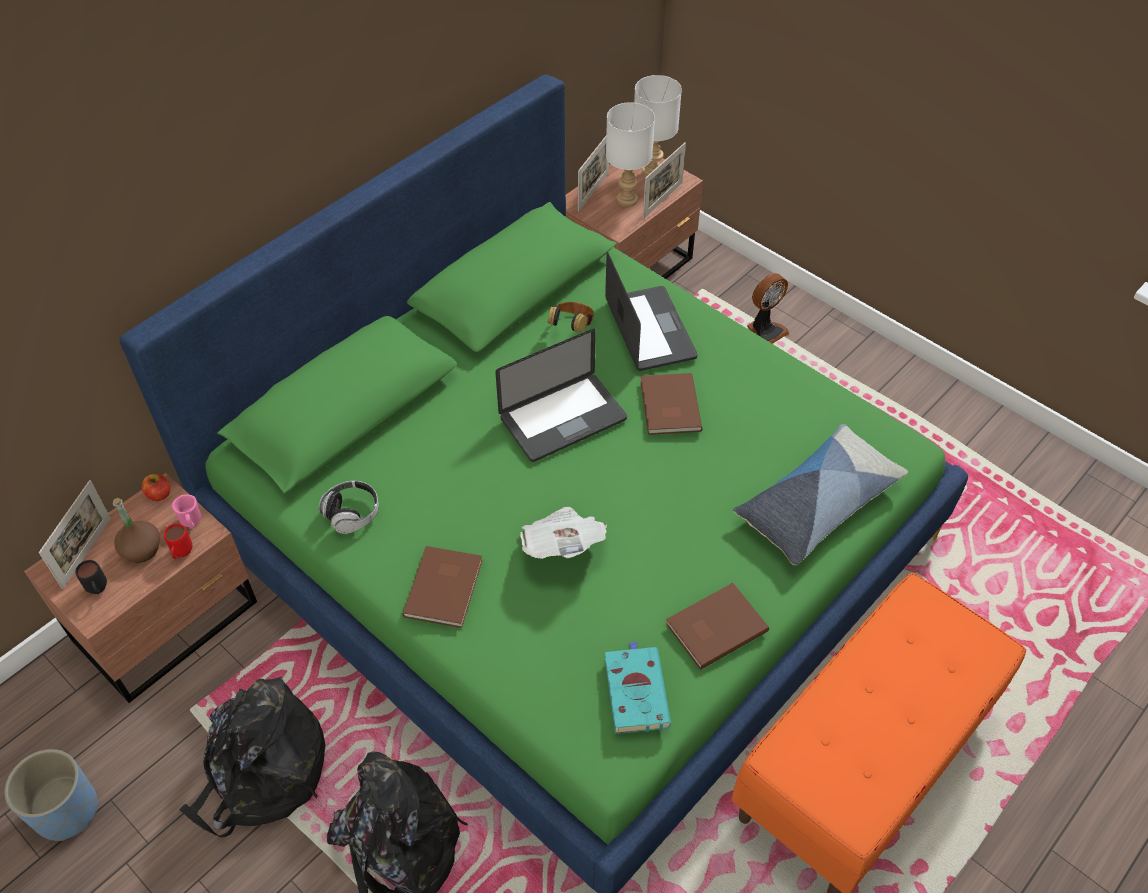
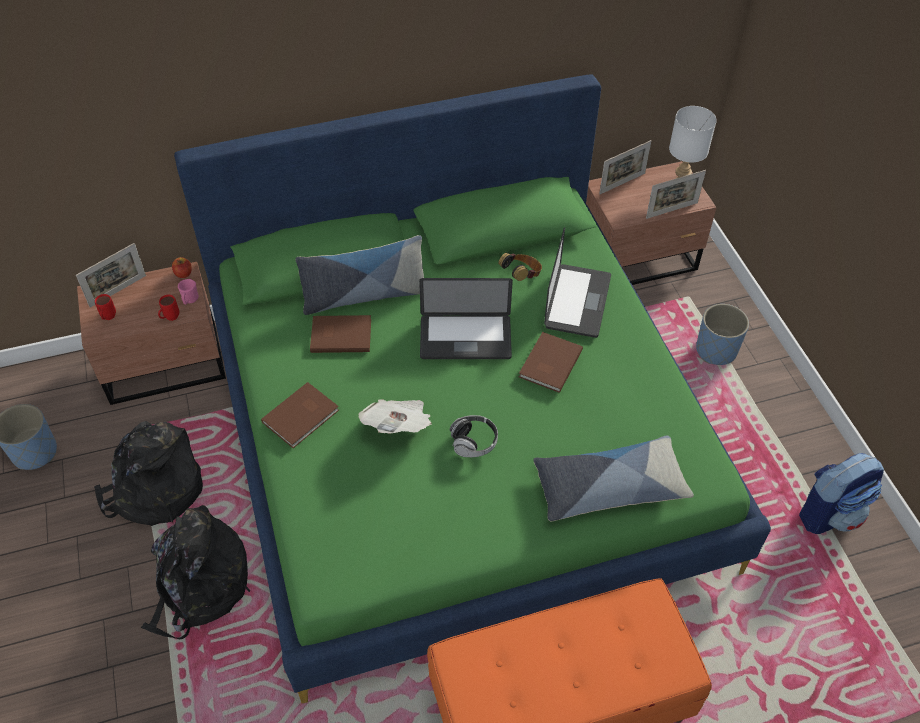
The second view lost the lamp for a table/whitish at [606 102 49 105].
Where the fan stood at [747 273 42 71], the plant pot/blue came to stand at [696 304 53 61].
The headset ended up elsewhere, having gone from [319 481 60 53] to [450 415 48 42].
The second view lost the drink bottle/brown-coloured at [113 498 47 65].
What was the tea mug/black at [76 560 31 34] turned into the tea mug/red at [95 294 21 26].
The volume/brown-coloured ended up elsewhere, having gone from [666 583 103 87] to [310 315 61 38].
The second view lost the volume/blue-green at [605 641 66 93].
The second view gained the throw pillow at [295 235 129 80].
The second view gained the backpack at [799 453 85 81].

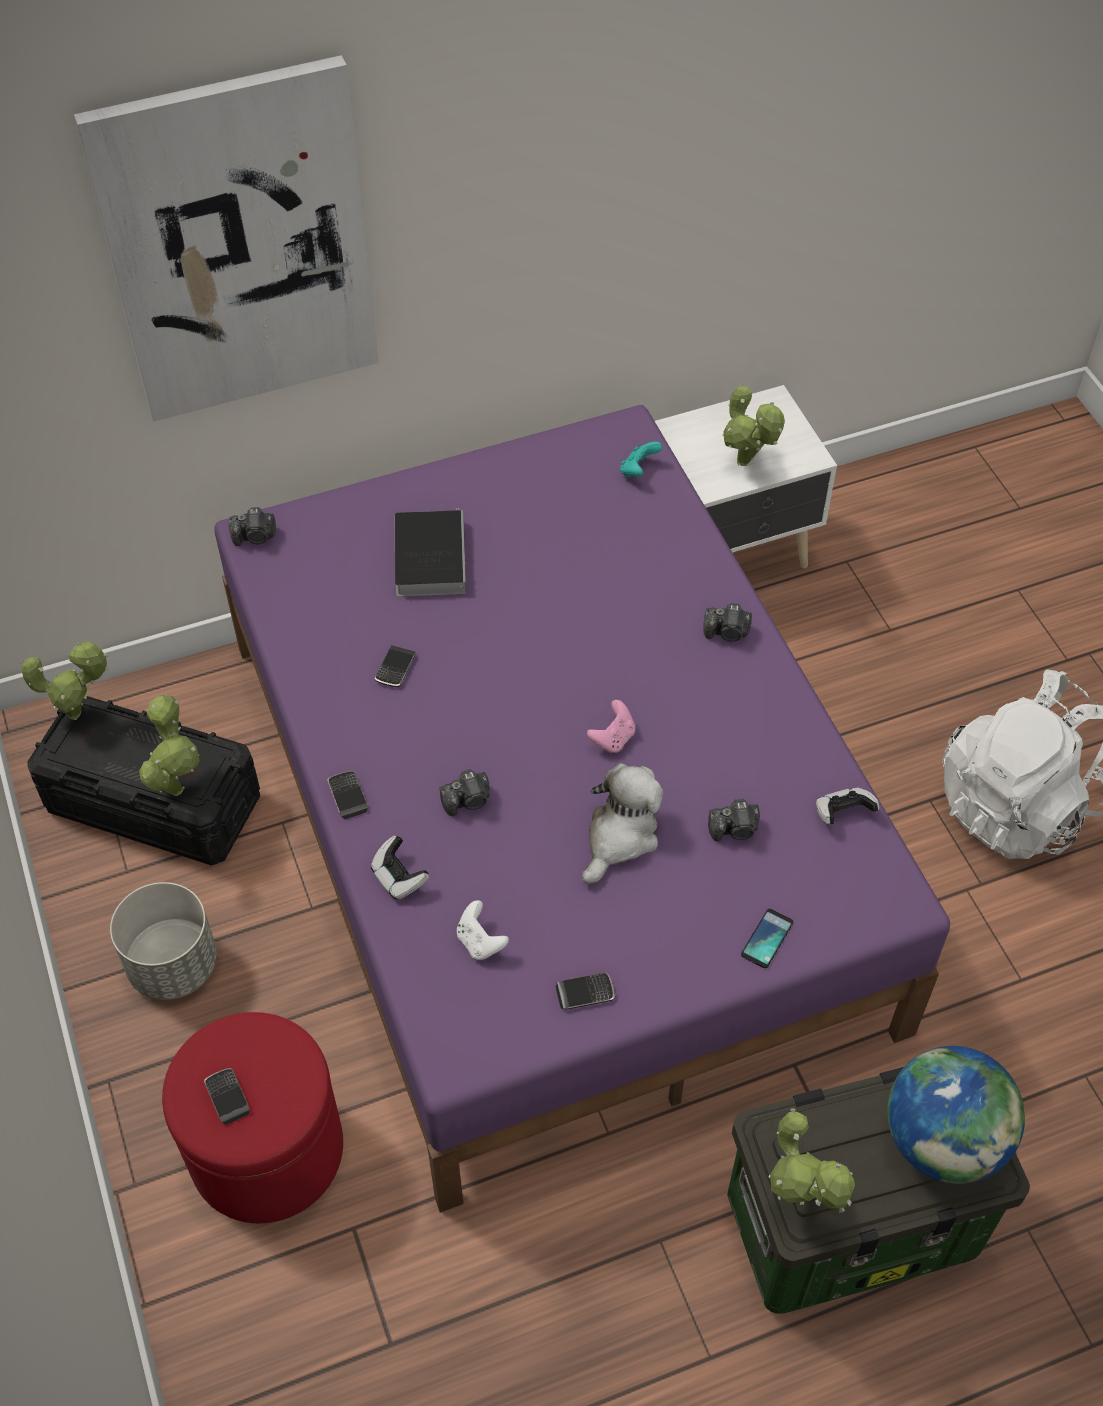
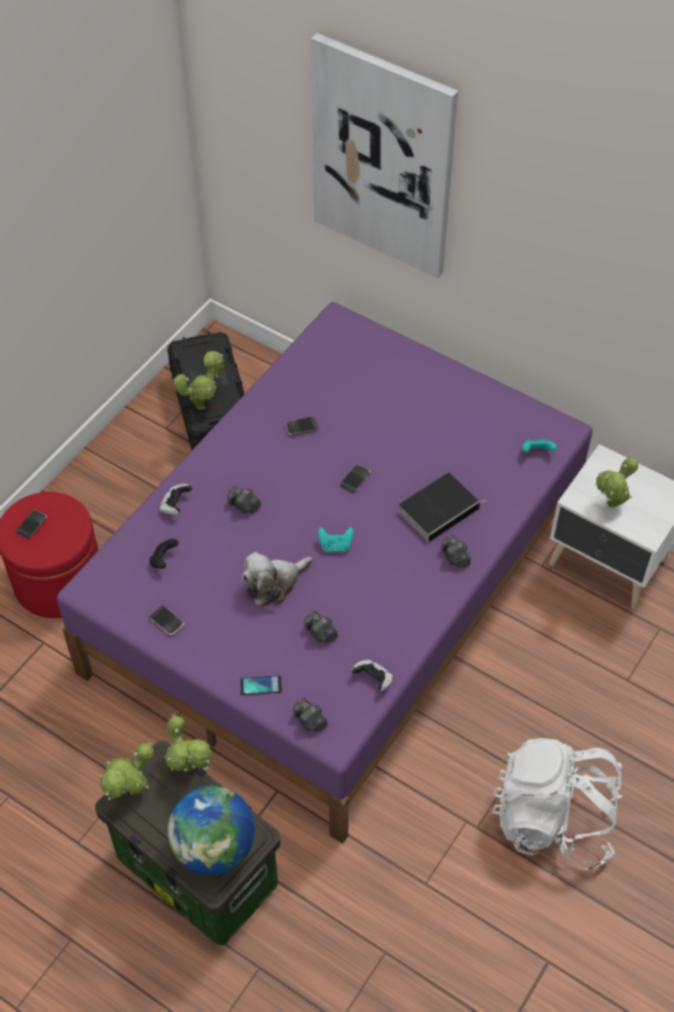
The photo camera ended up elsewhere, having gone from [229 507 47 39] to [293 698 35 34].
The volume ended up elsewhere, having gone from [395 508 71 89] to [399 472 87 70].
The plant in a pot ended up elsewhere, having gone from [20 642 89 78] to [165 714 46 58].
What was the gamepad/pinkish at [587 700 48 53] turned into the gamepad/blue-green at [318 527 36 25].
The cuddly toy at [582 763 81 121] ended up facing another way, 150 degrees clockwise from before.
The telephone ended up elsewhere, having gone from [328 771 40 48] to [340 465 30 28].
The second view lost the plant pot/grey at [110 882 107 118].
What was the gamepad/whitish at [457 900 52 60] turned into the gamepad/black at [149 539 30 30].

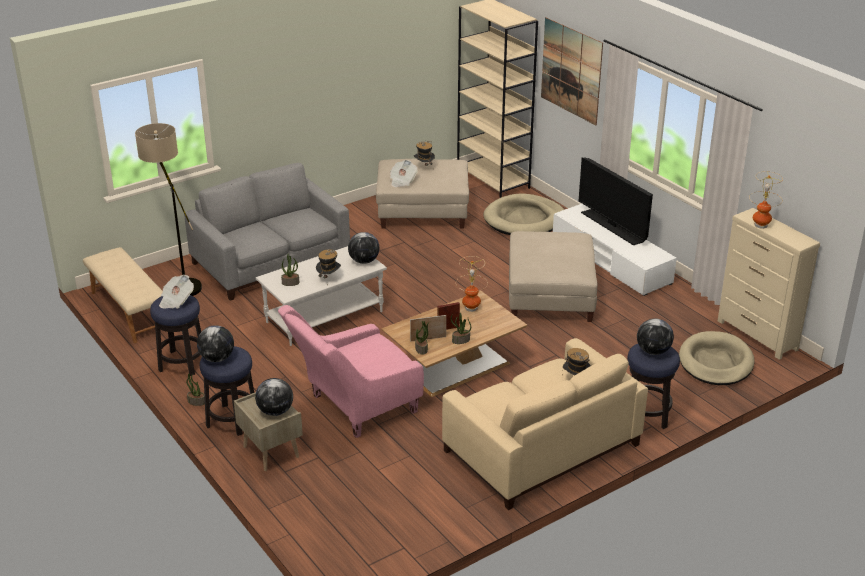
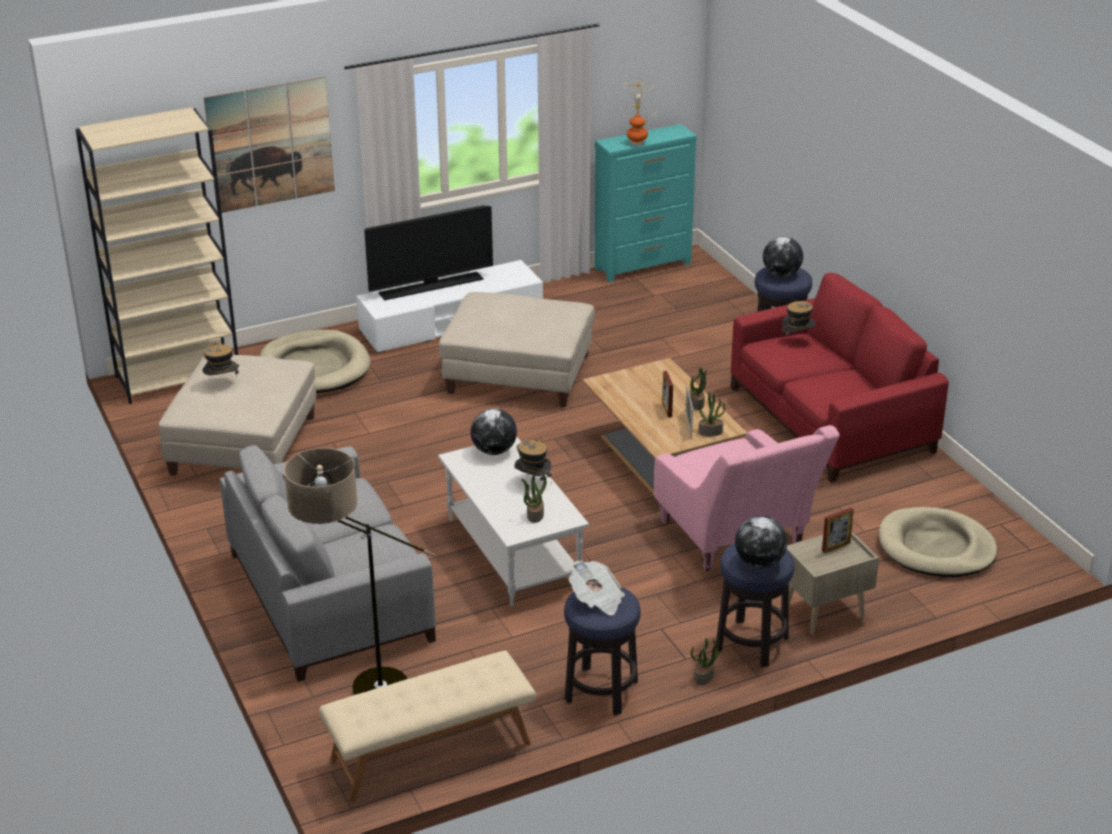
The second view lost the daily paper at [390 160 28 27].
What was the dresser/beige at [718 208 102 152] turned into the dresser/blue-green at [595 124 102 158].
The second view lost the lamp for a table at [456 256 32 56].
The dog cushion/beige ended up elsewhere, having gone from [679 331 75 54] to [879 507 119 70].
What was the couch/beige at [442 338 206 172] turned into the couch/red at [731 273 218 210].
Where the world globe stood at [255 378 38 38], the standing frame came to stand at [822 507 32 46].

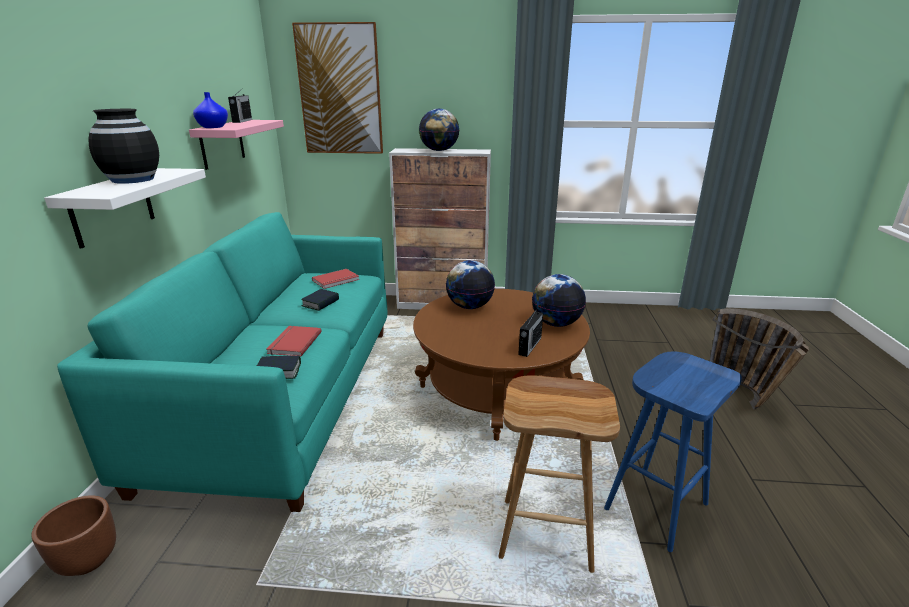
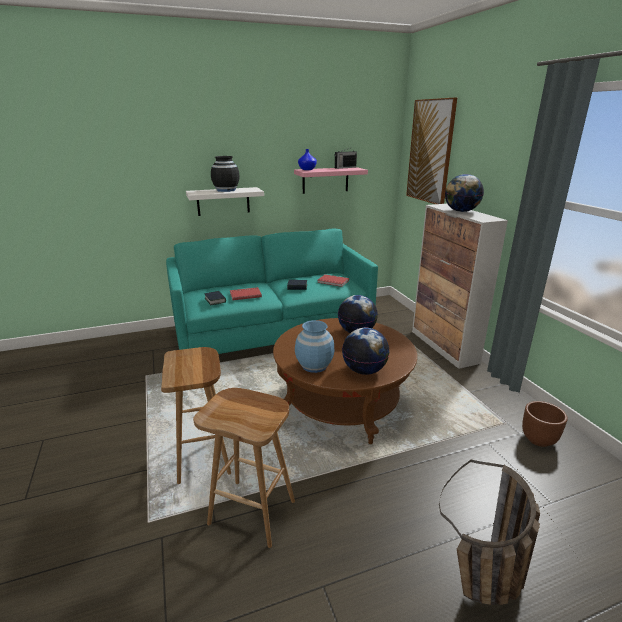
Where the radio stood at [518 309 25 48], the decorative vase/blue came to stand at [295 320 39 53].
What was the stool seat/blue at [604 352 138 200] turned into the stool seat/brown-coloured at [193 388 102 160].
The plant pot/brown-coloured ended up elsewhere, having gone from [31 495 85 81] to [522 401 46 46].

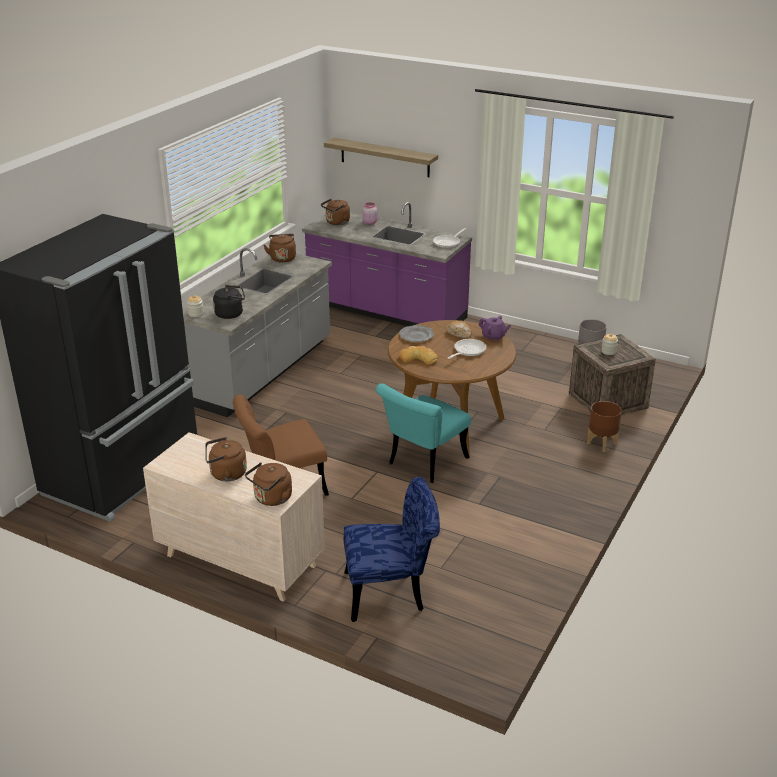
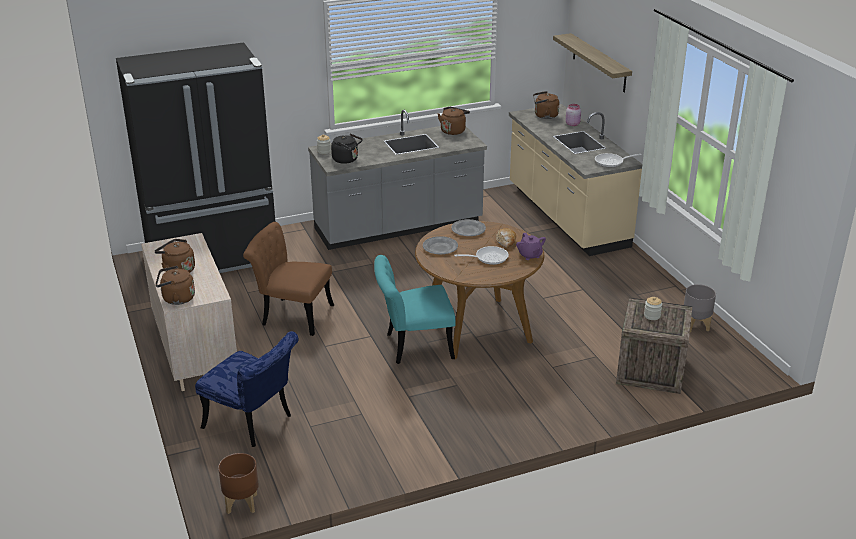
What was the kitchen base unit/purplish at [302 202 170 124] turned into the kitchen base unit/beige at [509 104 133 152].
Where the bakery bread stood at [399 346 39 19], the dinner plate/grey came to stand at [423 236 35 18].
The plant pot/brown-coloured ended up elsewhere, having gone from [587 401 35 51] to [218 453 41 61].

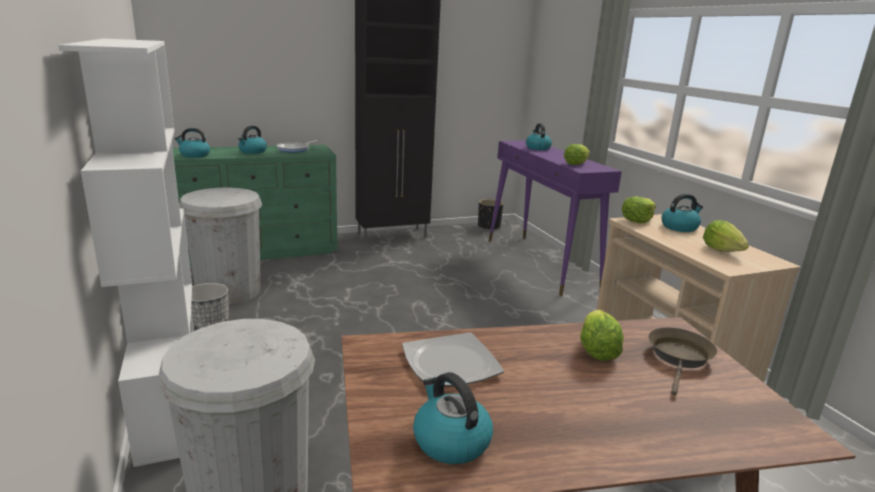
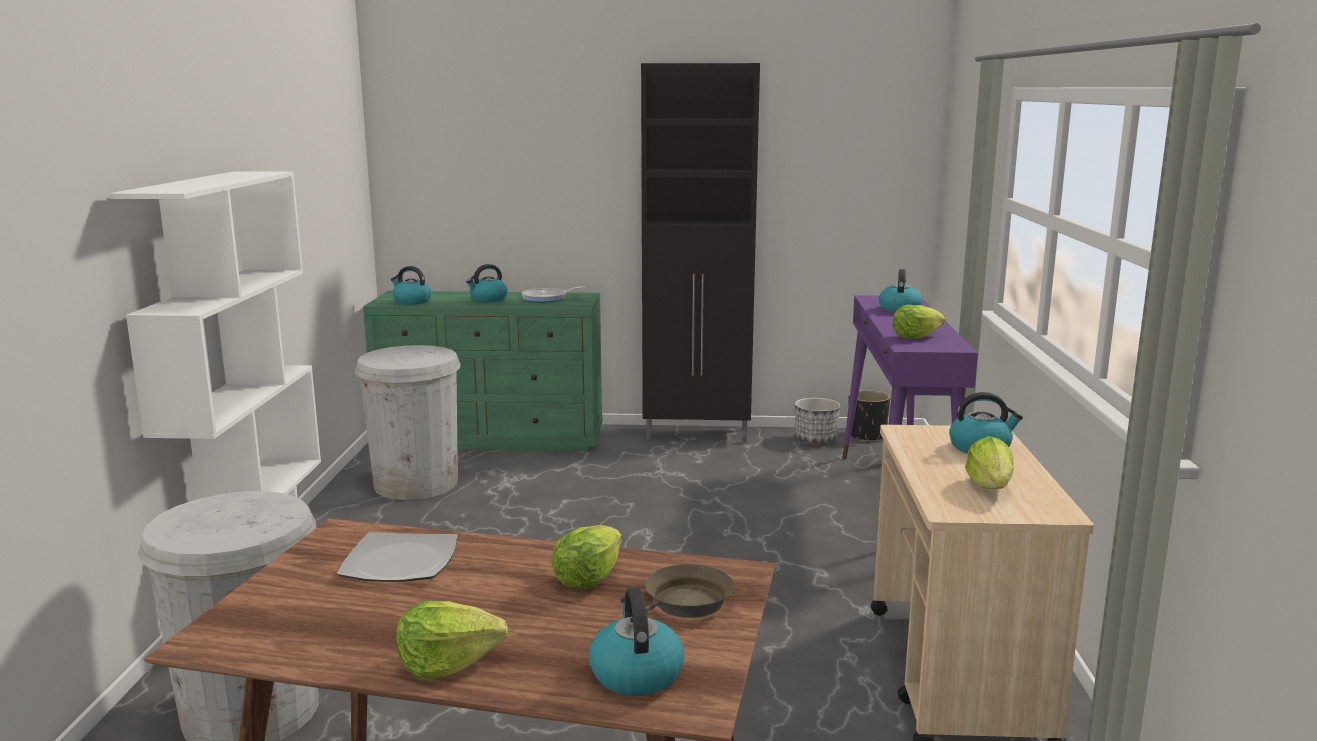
The head of lettuce ended up elsewhere, having gone from [622 197 34 26] to [396 601 112 78].
The plant pot ended up elsewhere, having gone from [191 283 38 46] to [795 398 45 46].
The water kettle ended up elsewhere, having gone from [413 372 80 92] to [589 588 95 108].

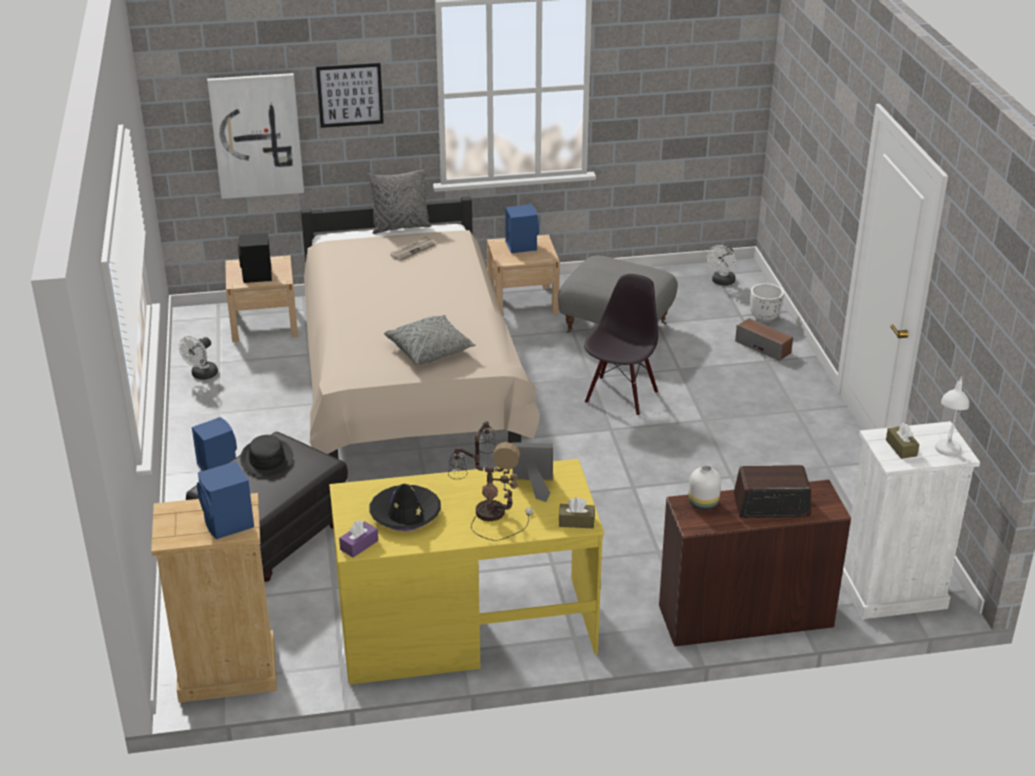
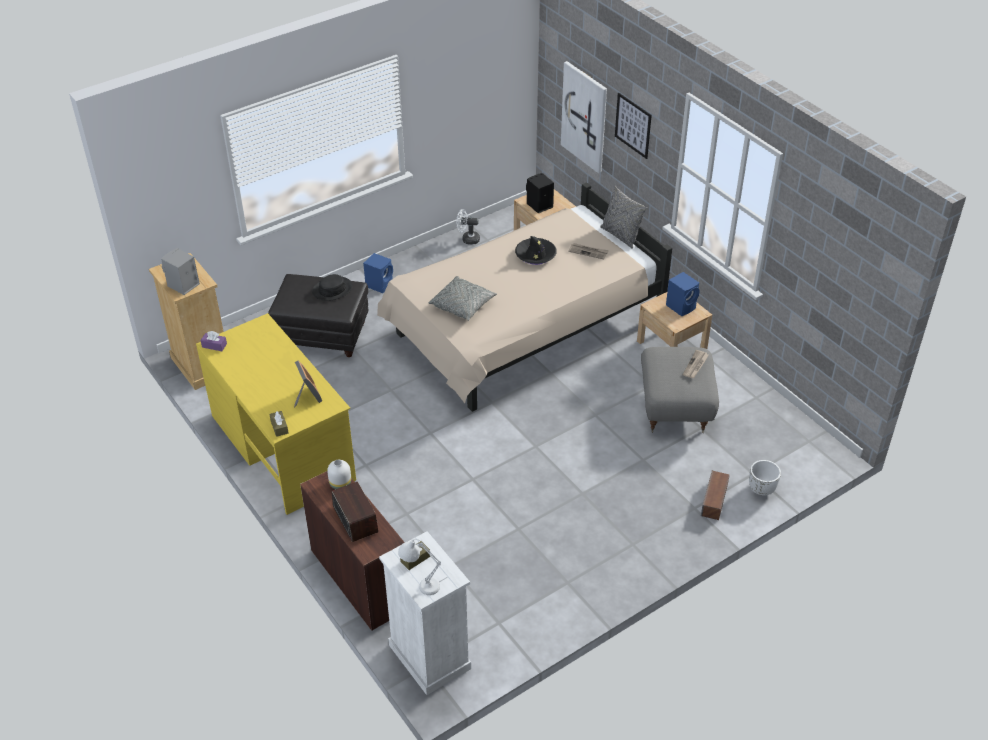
The second view lost the fan/whitish at [707 245 29 41].
The second view lost the upright chair/black at [584 274 74 142].
The second view lost the lamp for a table at [448 421 85 120].
What was the loudspeaker/blue at [197 461 57 78] turned into the loudspeaker/grey at [161 248 39 47].
The clothing hat/black ended up elsewhere, having gone from [369 484 72 47] to [515 236 42 29].
The second view gained the daily paper at [683 350 26 28].

